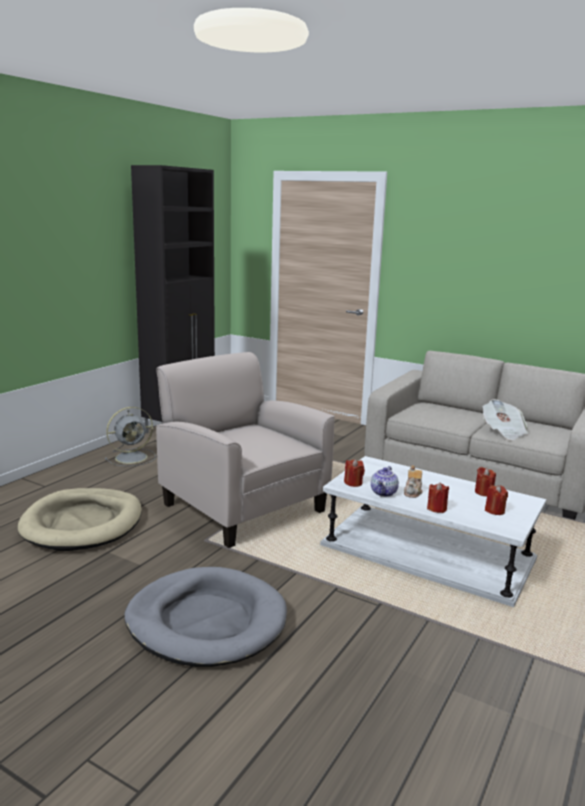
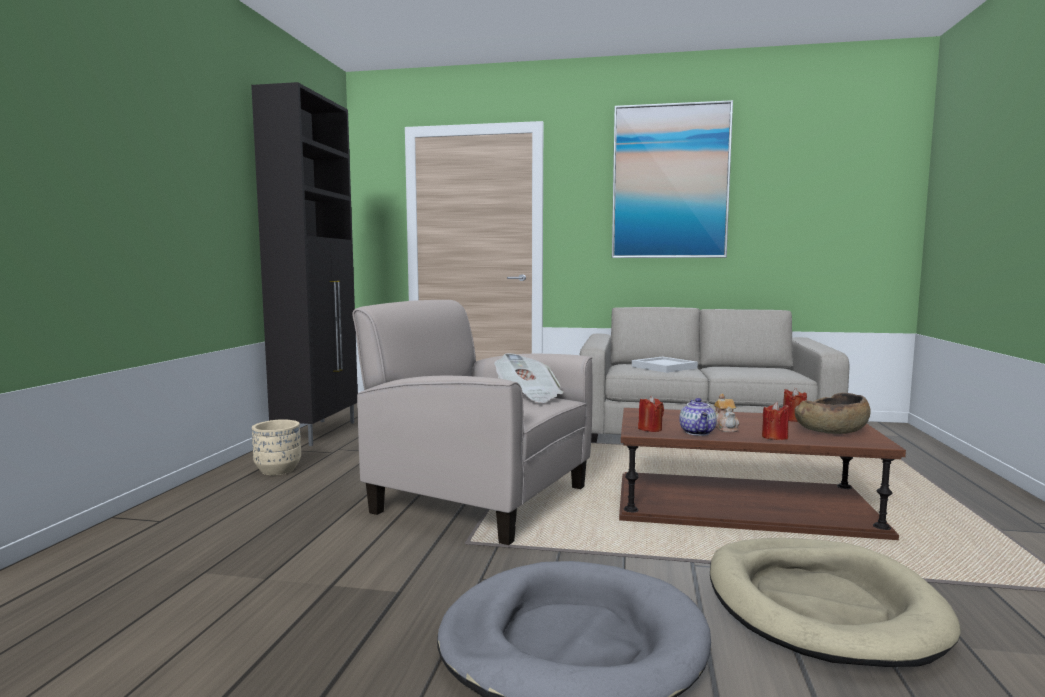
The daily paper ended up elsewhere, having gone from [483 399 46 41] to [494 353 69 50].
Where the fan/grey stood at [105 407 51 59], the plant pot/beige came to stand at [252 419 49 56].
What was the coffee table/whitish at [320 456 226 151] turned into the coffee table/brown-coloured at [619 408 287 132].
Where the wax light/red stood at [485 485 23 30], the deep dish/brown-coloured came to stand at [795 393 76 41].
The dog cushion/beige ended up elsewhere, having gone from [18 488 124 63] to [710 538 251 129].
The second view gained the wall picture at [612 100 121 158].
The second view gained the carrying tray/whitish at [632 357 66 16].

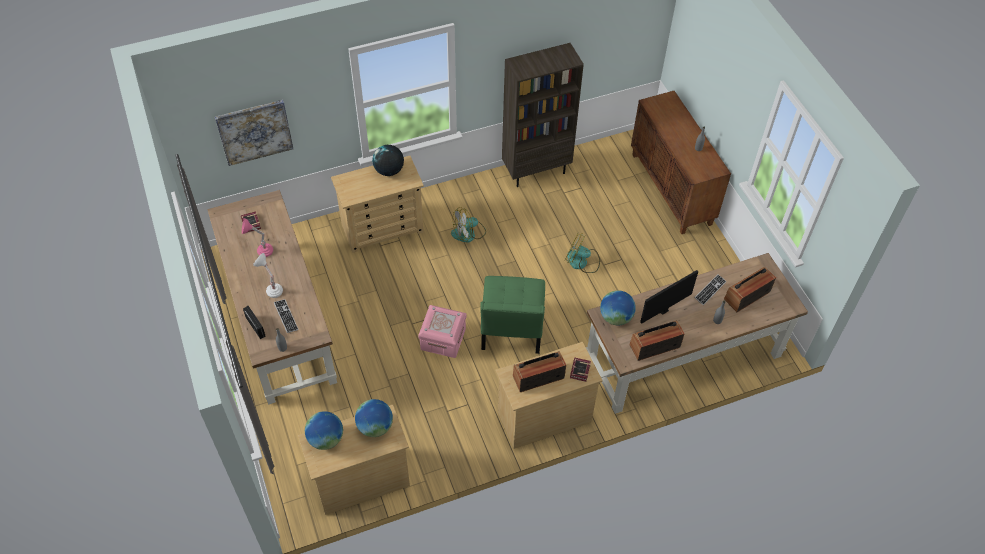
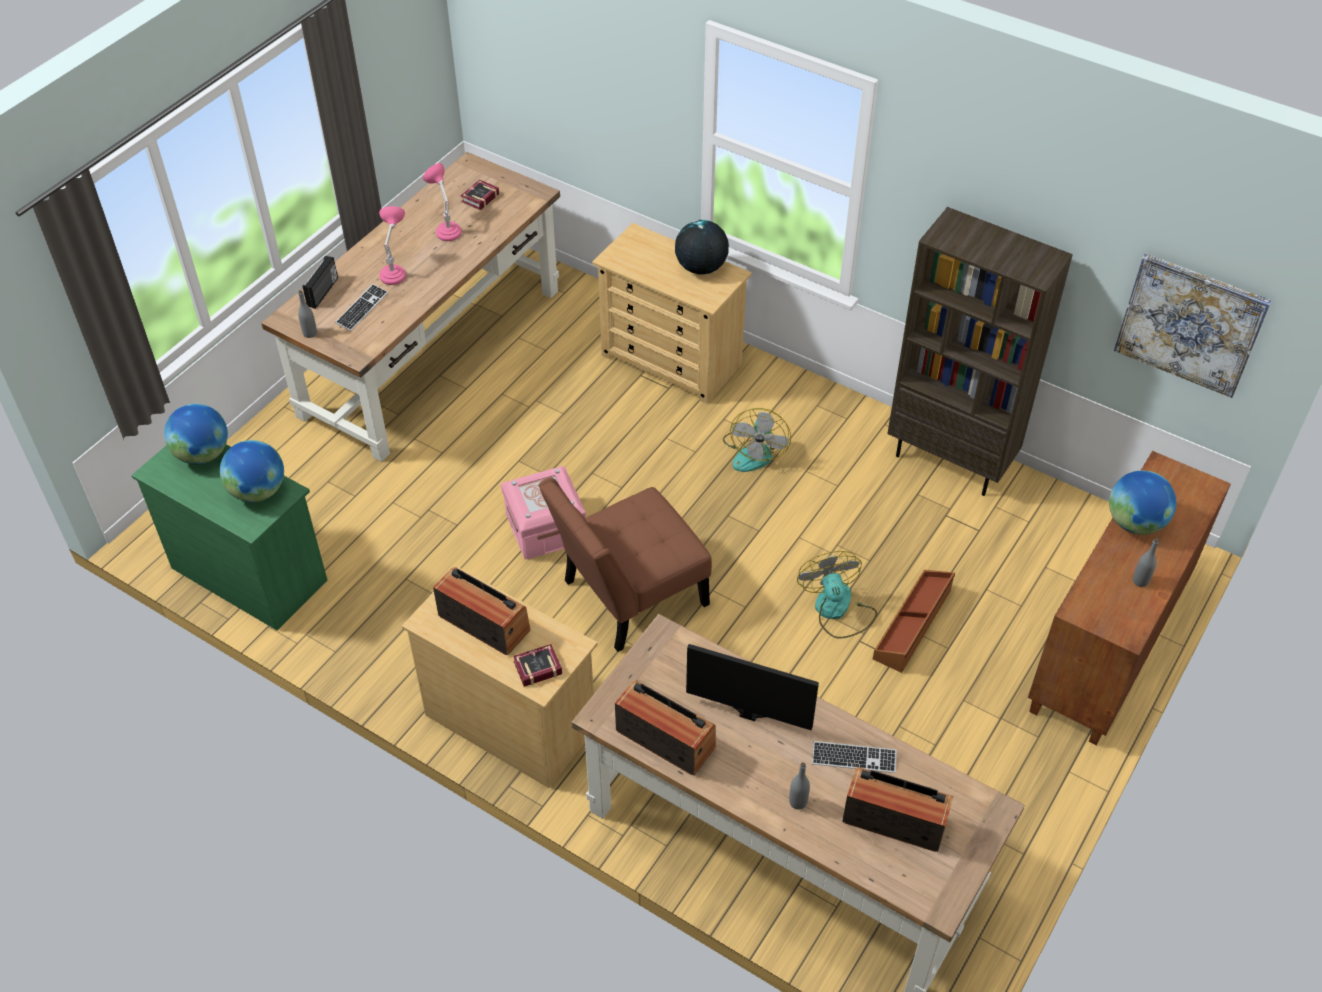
The wall picture ended up elsewhere, having gone from [215 100 78 66] to [1114 253 158 145].
The fan at [451 207 35 36] ended up facing another way, 105 degrees counterclockwise from before.
What was the lamp for a table/whitish at [253 253 30 45] turned into the lamp for a table/pinkish at [379 206 27 79].
What was the upright chair/greenish at [480 276 65 78] turned into the upright chair/brown-coloured at [538 477 174 175].
The world globe ended up elsewhere, having gone from [600 290 36 35] to [1109 470 67 65].
What was the dresser/beige at [298 405 112 110] turned into the dresser/greenish at [131 444 196 186].
The second view gained the storage box/brown-coloured at [873 570 82 103].

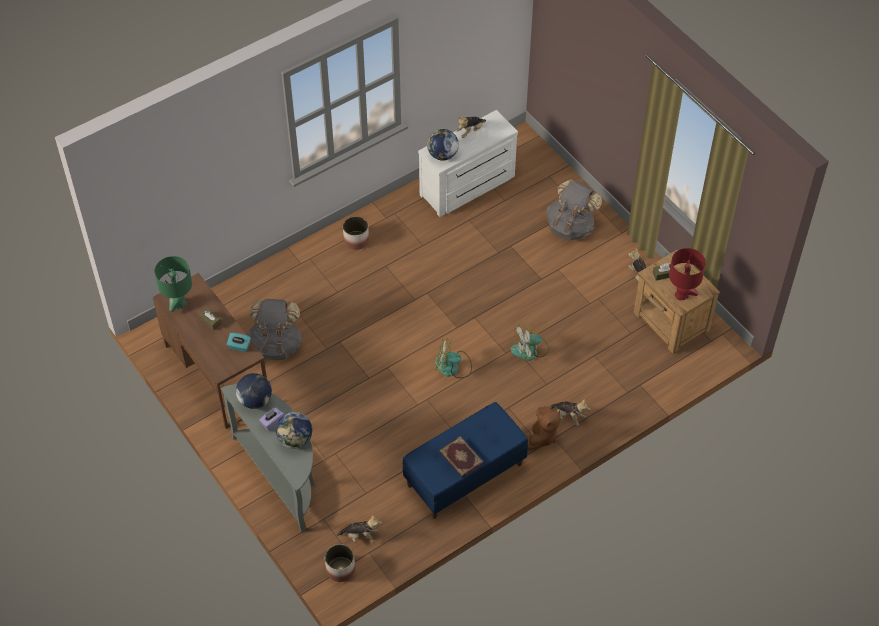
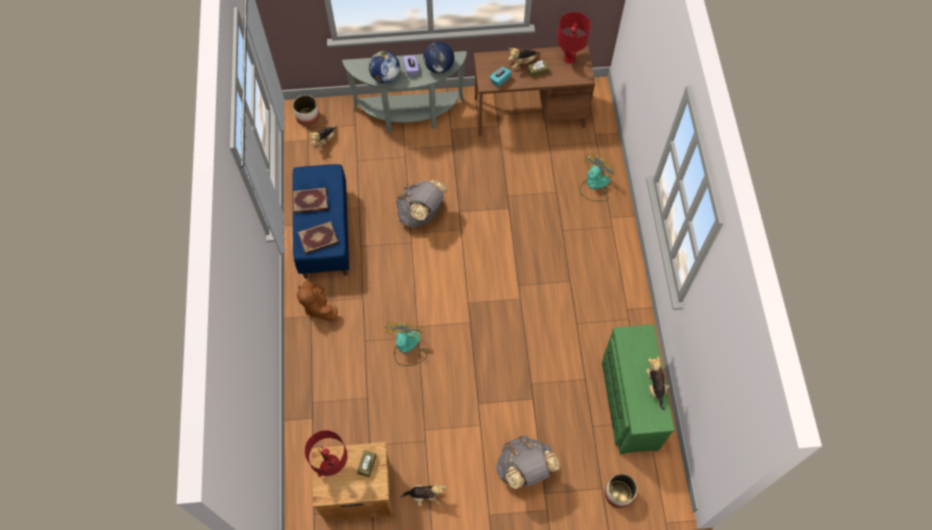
What was the dresser/whitish at [418 110 100 107] turned into the dresser/greenish at [602 324 73 130].
The second view lost the world globe at [427 129 32 32].
The plant pot ended up elsewhere, having gone from [343 216 26 34] to [604 474 33 34].
What was the lamp for a table/greenish at [154 256 38 56] turned into the lamp for a table/red at [557 12 34 52].
The backpack/grey ended up elsewhere, having gone from [247 299 56 61] to [396 180 52 48].
The fan ended up elsewhere, having gone from [435 337 37 41] to [580 153 34 49].
The cuddly toy ended up elsewhere, having gone from [549 399 41 27] to [508 48 32 21].
The second view gained the volume at [298 221 41 33].

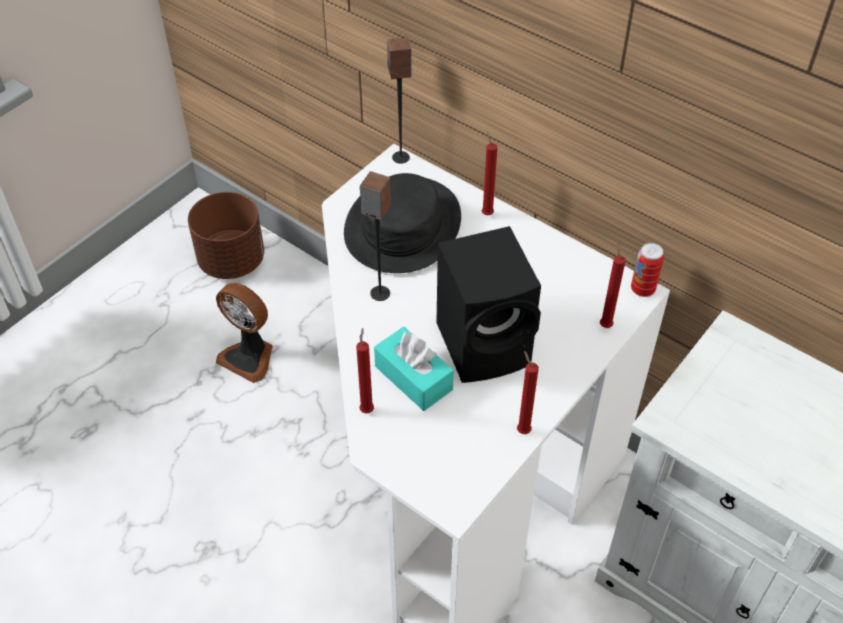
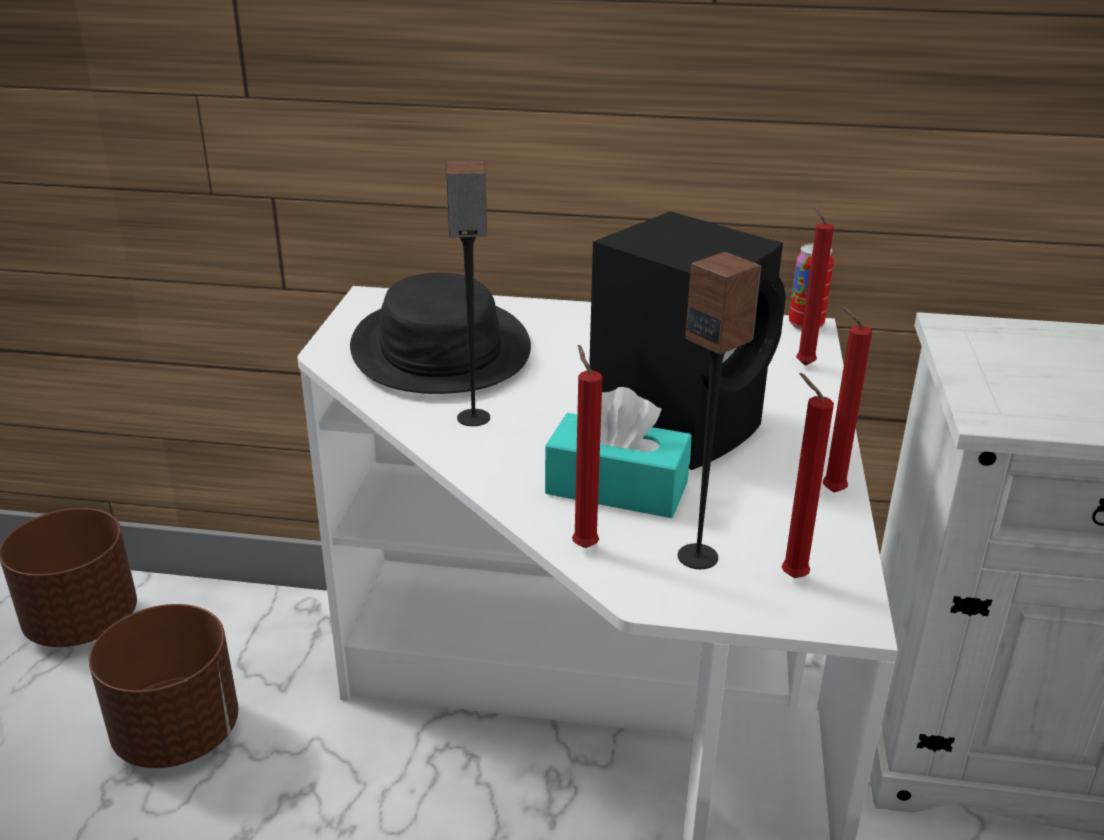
The loudspeaker ended up elsewhere, having gone from [387 37 25 127] to [678 252 83 317].
The wax light/red ended up elsewhere, having gone from [482 132 15 83] to [782 373 52 205].
Where the fan stood at [216 283 57 100], the plant pot/brown-coloured came to stand at [89 604 149 164].

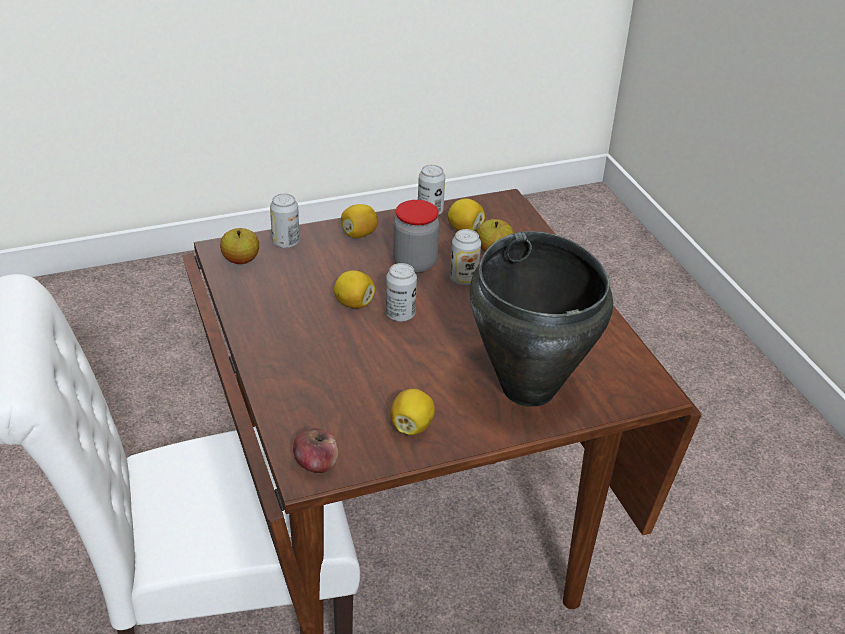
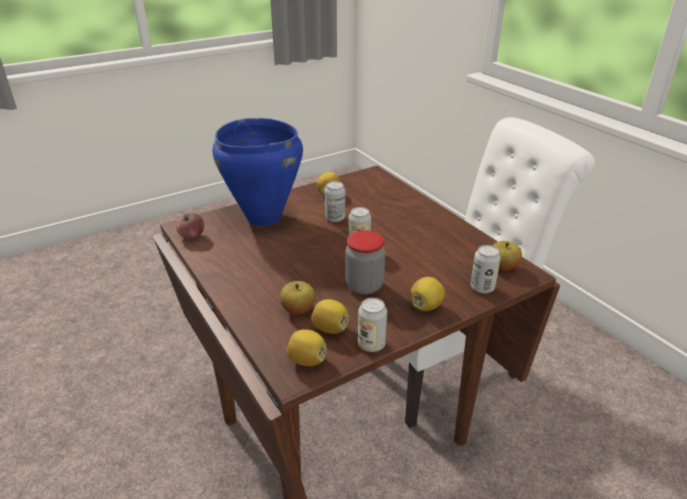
The sealed can ended up elsewhere, having gone from [450 229 31 56] to [325 181 20 41].
What was the stockpot/black at [470 231 143 176] turned into the stockpot/blue at [212 118 91 108].
The citrus fruit ended up elsewhere, having gone from [334 270 41 39] to [286 329 40 37].
The whole apple ended up elsewhere, having gone from [293 428 46 45] to [176 213 28 26].

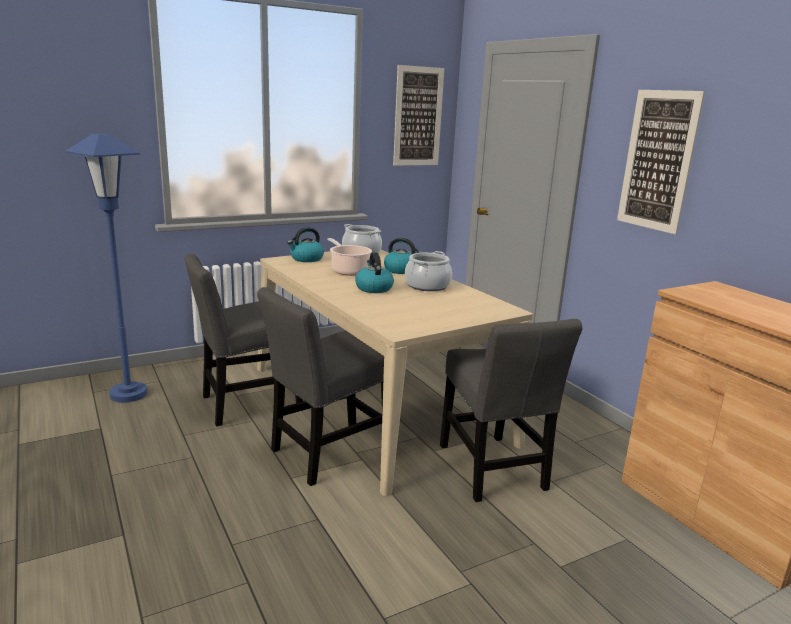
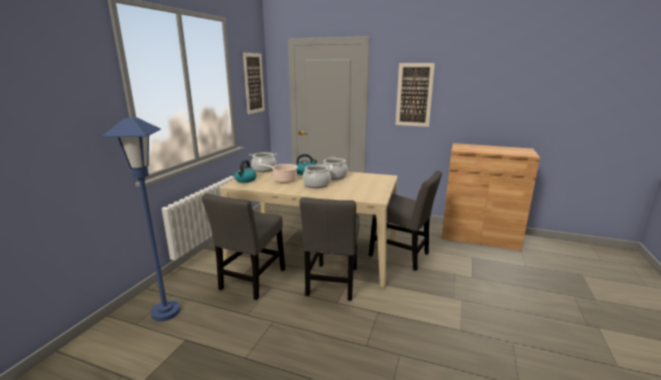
Where the water kettle stood at [355 252 39 41], the stockpot came to stand at [303 164 28 24].

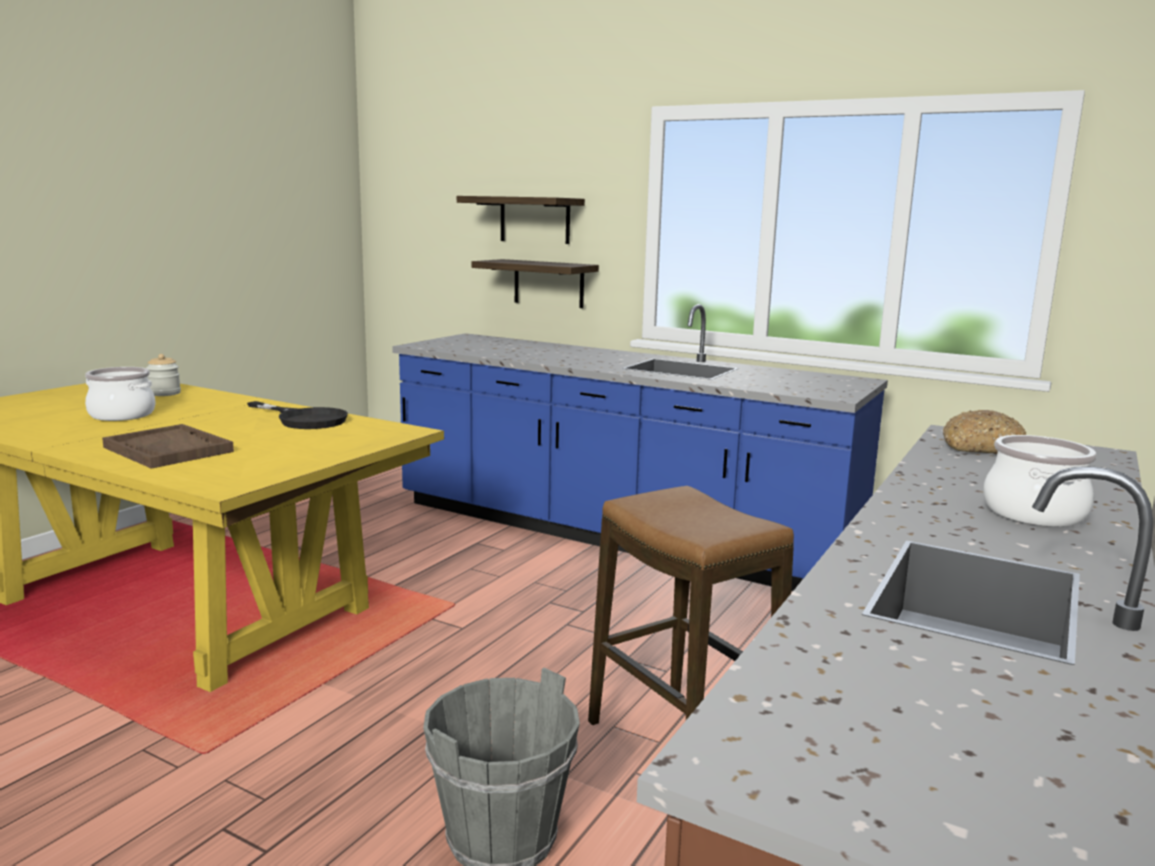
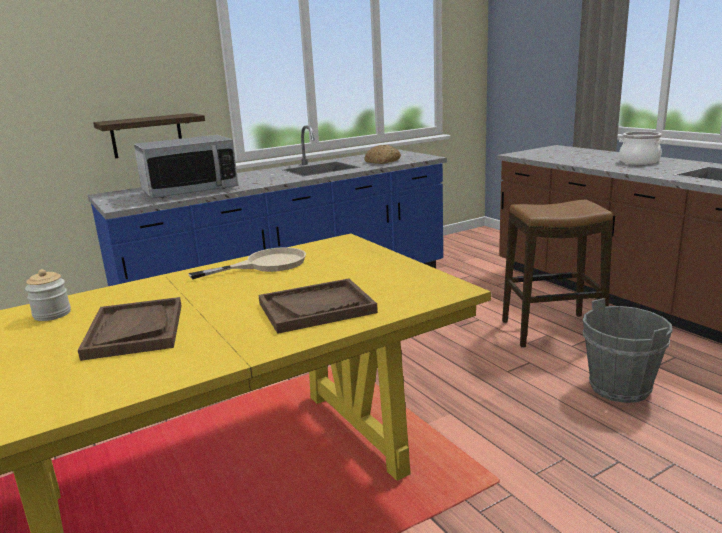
The second view lost the bracket shelf at [457 196 128 48].
Where the stockpot stood at [85 367 71 54], the carrying tray/brown-coloured came to stand at [78 297 104 64].
What was the skillet/black at [247 401 101 28] turned into the skillet/beige at [188 247 118 32].
The bakery bread ended up elsewhere, having gone from [943 410 83 44] to [364 145 37 19].
The second view gained the microwave oven at [134 135 104 63].

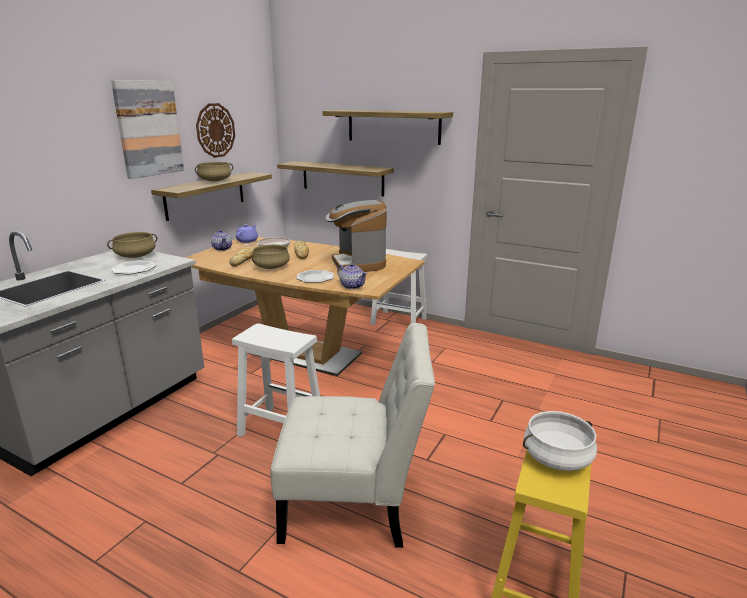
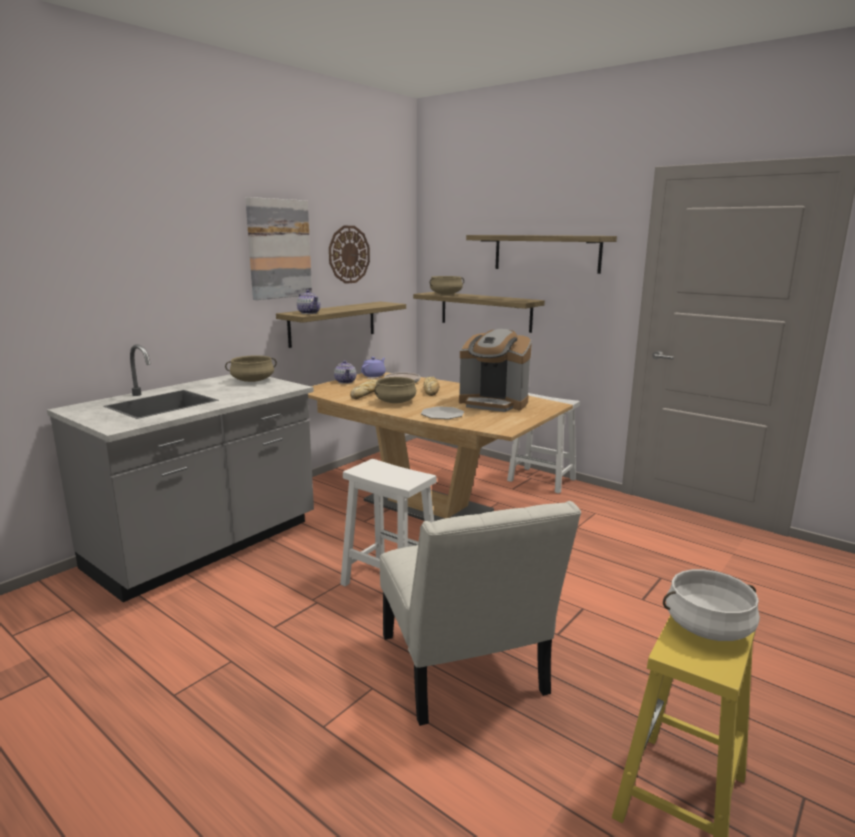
The stockpot/beige ended up elsewhere, having gone from [195 162 38 19] to [429 276 35 18].
The coffee maker at [325 200 62 72] ended up facing another way, 60 degrees counterclockwise from before.
The second view lost the dinner plate at [111 261 45 13].
The teapot ended up elsewhere, having gone from [337 263 31 26] to [297 290 24 24].
The upright chair/whitish at [271 323 164 225] ended up facing another way, 60 degrees clockwise from before.

